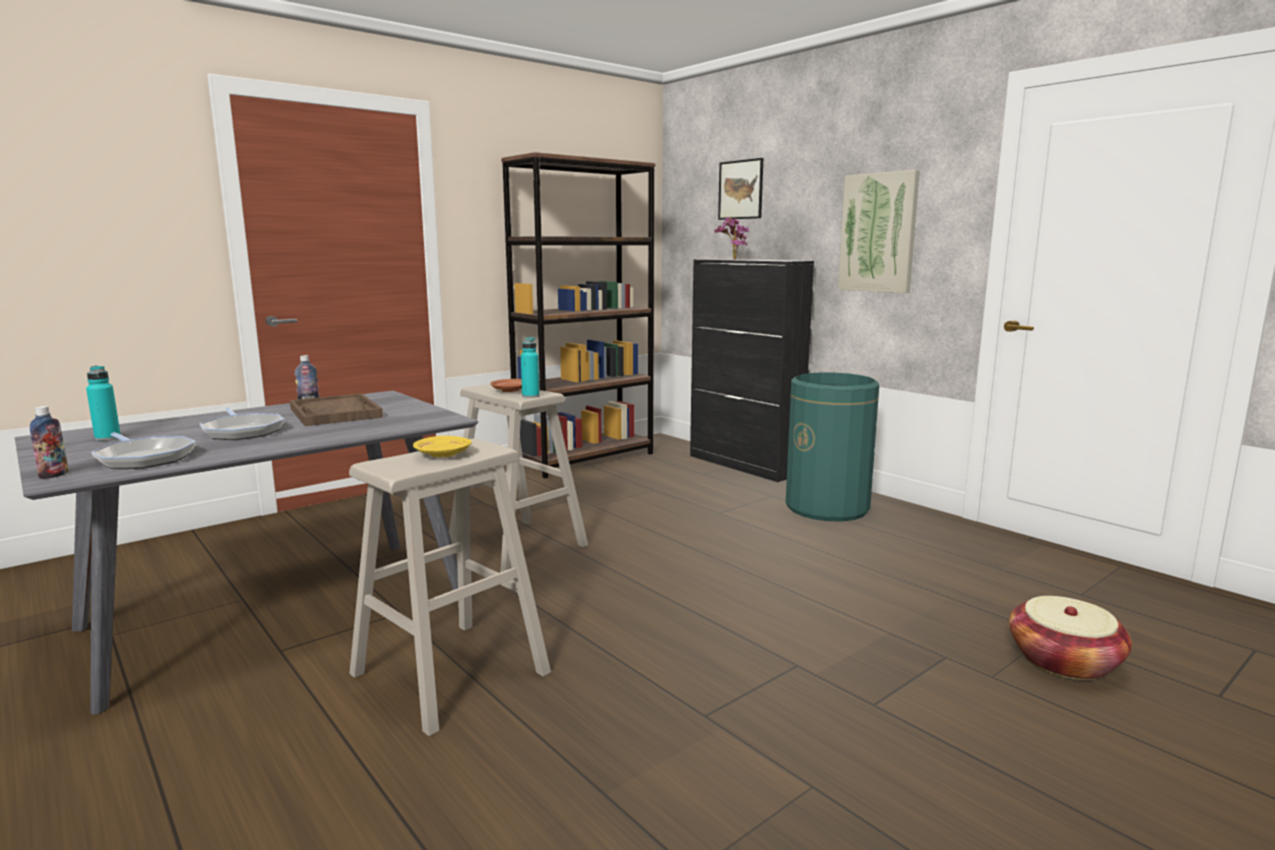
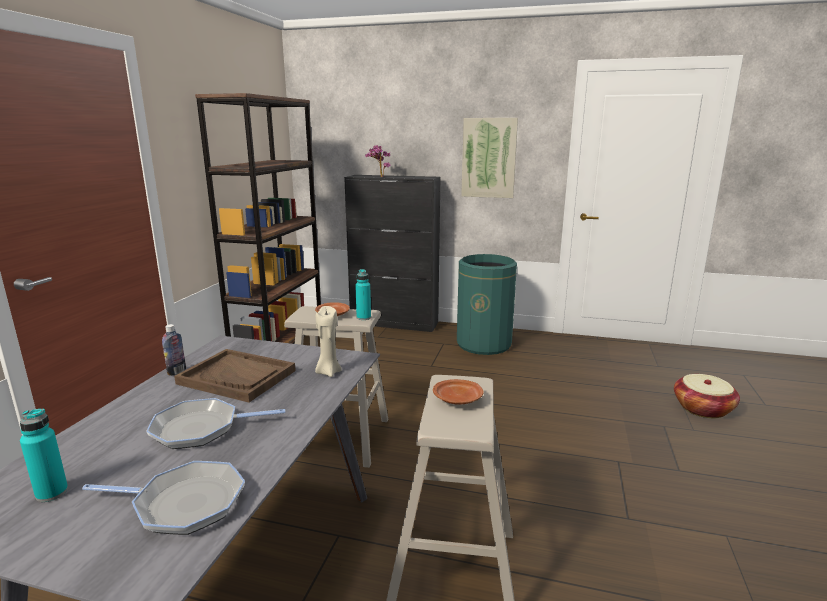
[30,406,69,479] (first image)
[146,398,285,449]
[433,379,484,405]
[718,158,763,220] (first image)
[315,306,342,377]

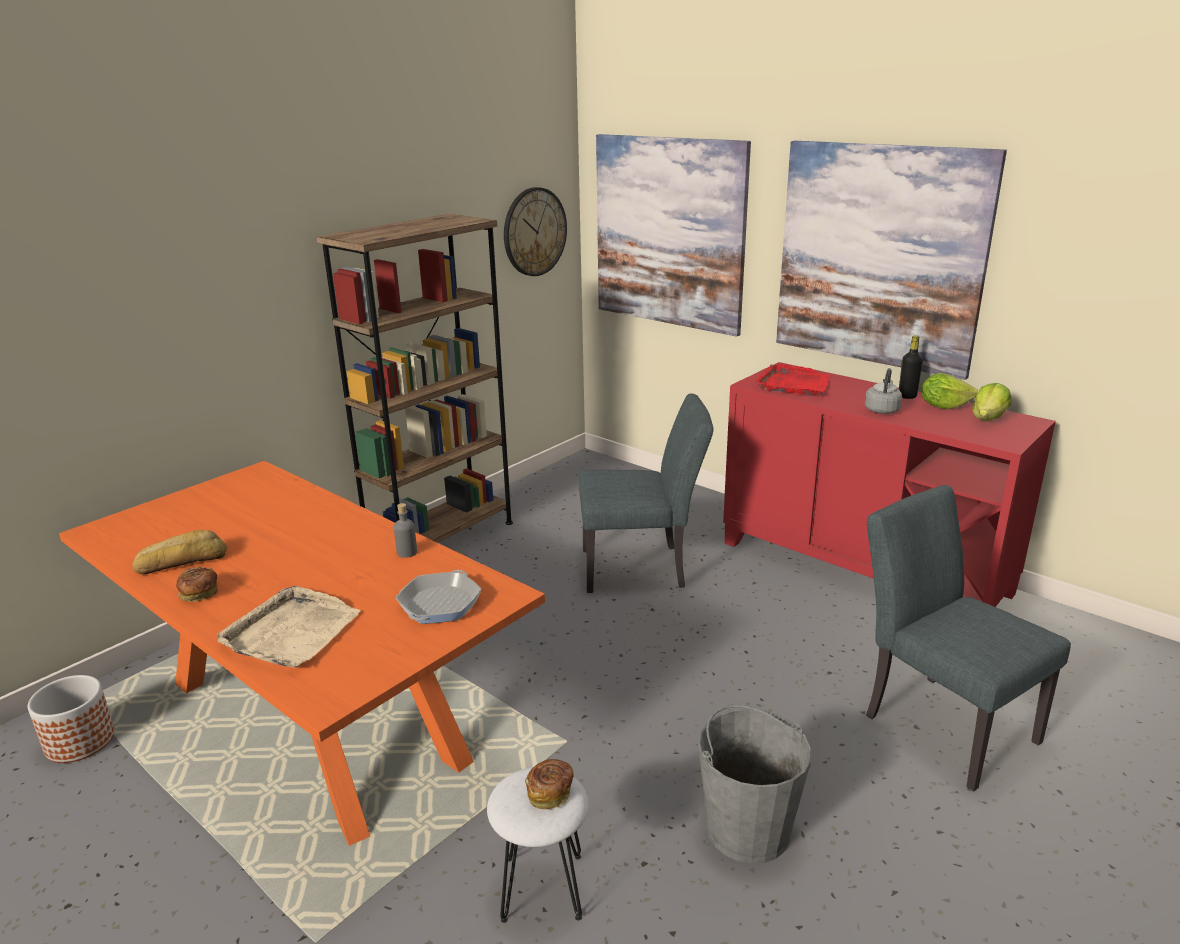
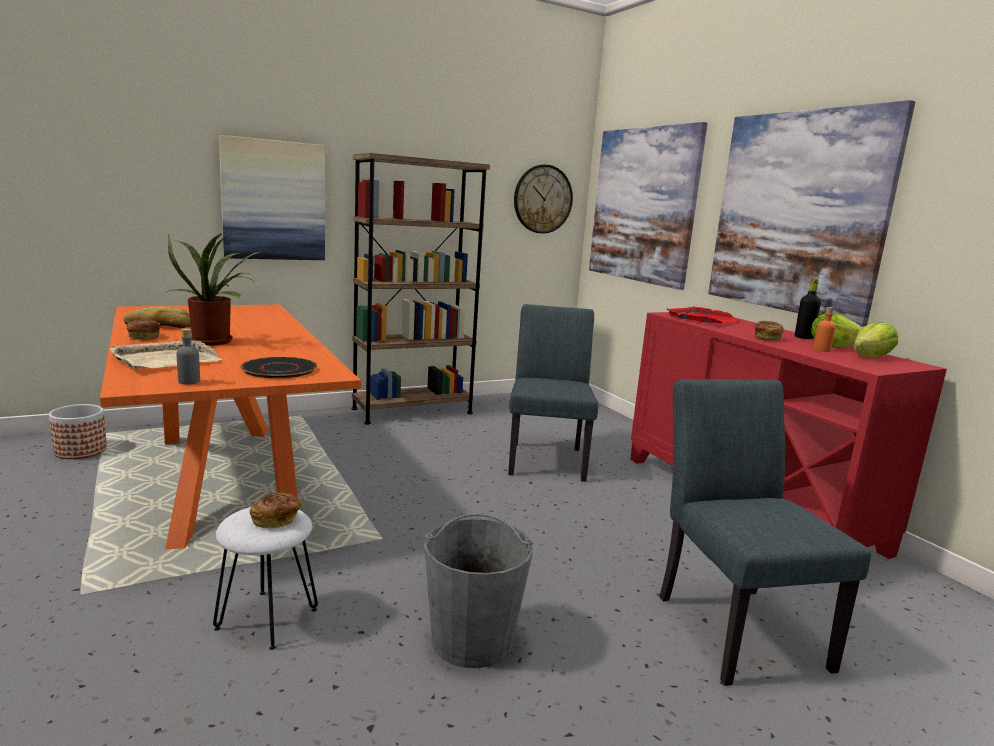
[176,328,200,385]
[240,357,317,378]
[508,304,598,482]
[755,321,784,341]
[166,233,260,346]
[219,135,325,260]
[813,307,835,352]

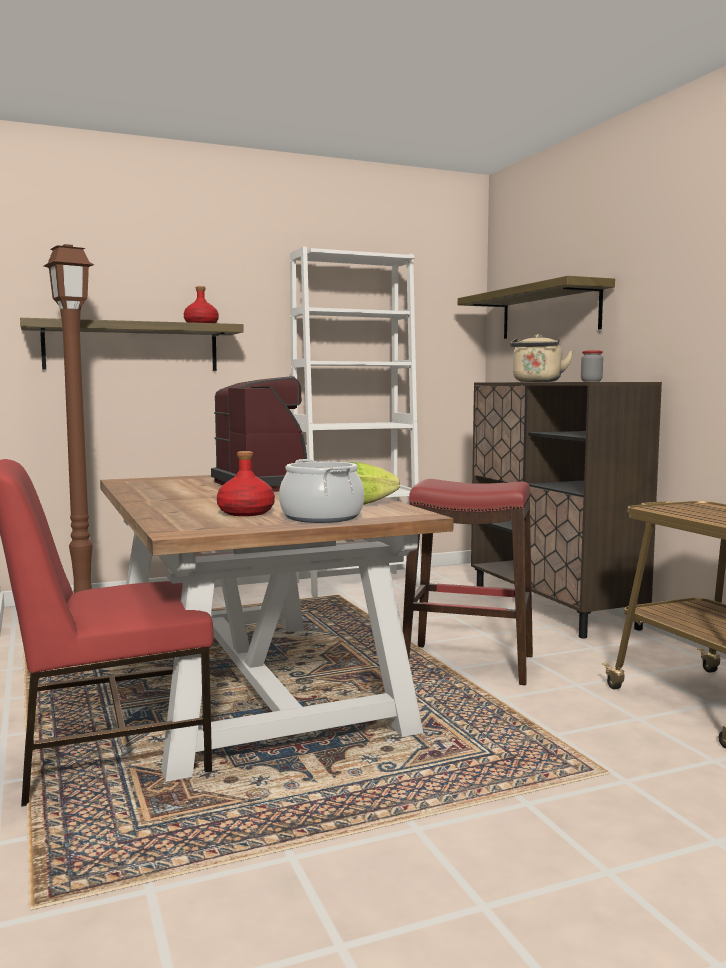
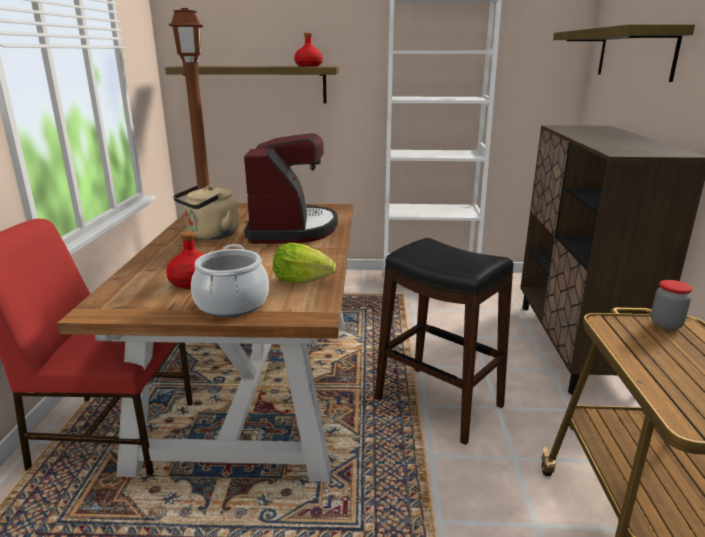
[375,238,514,445]
[173,185,239,240]
[651,280,692,330]

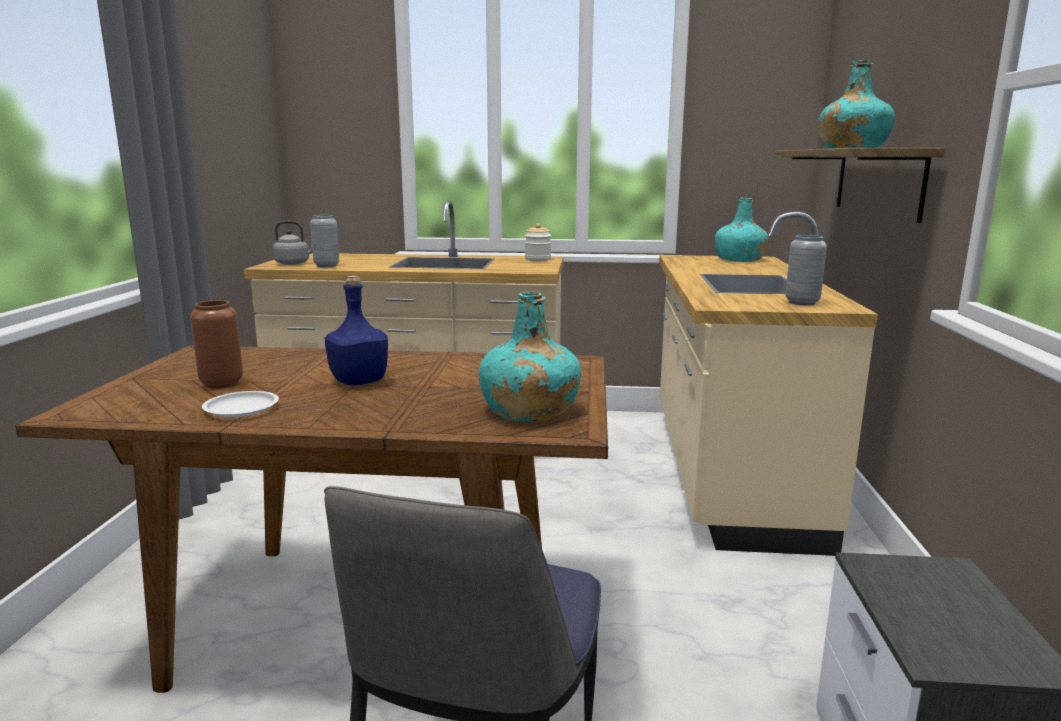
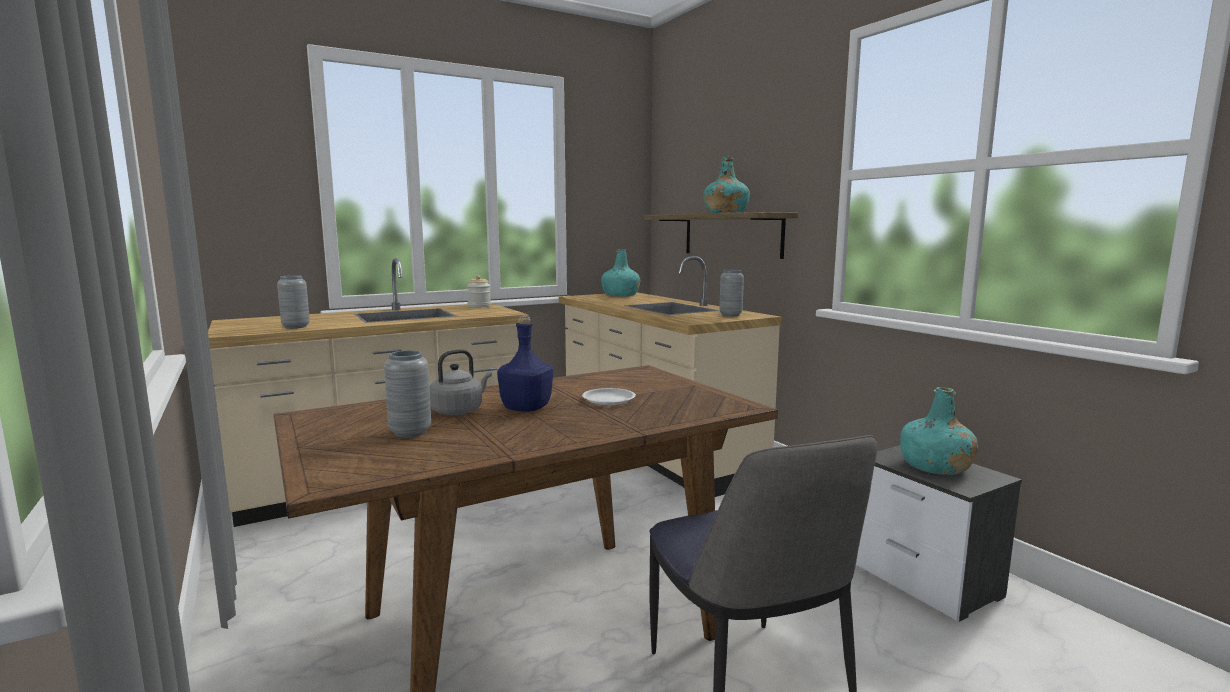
[384,350,431,438]
[582,388,636,405]
[429,349,492,415]
[900,387,978,475]

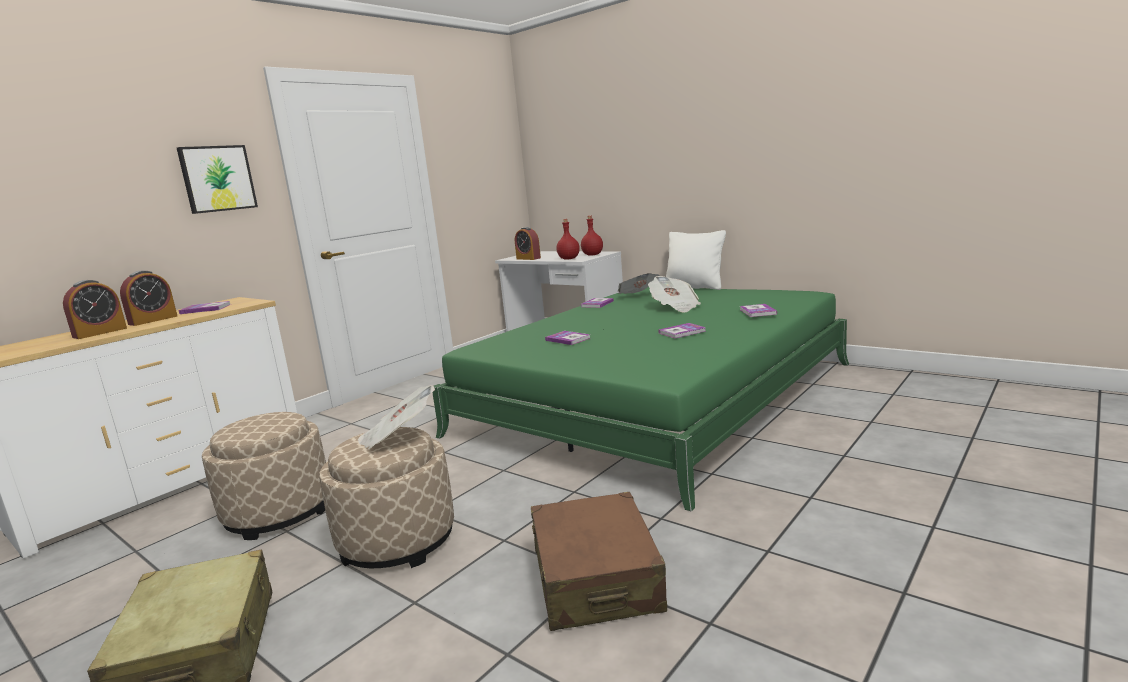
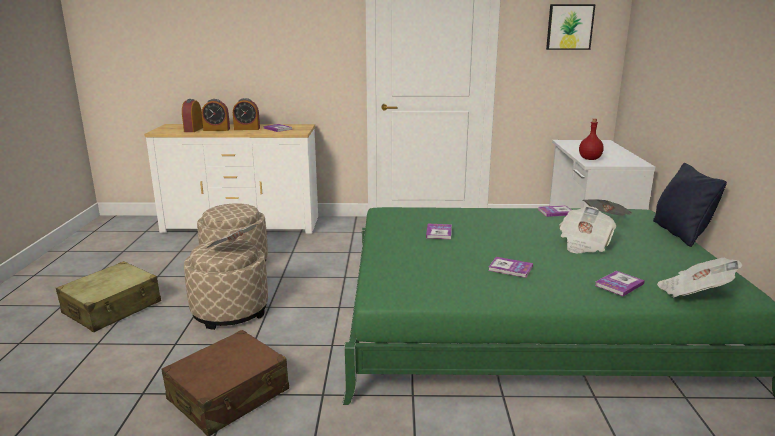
[546,4,596,50]
[182,99,203,132]
[581,216,603,256] (first image)
[653,163,727,247]
[657,258,743,297]

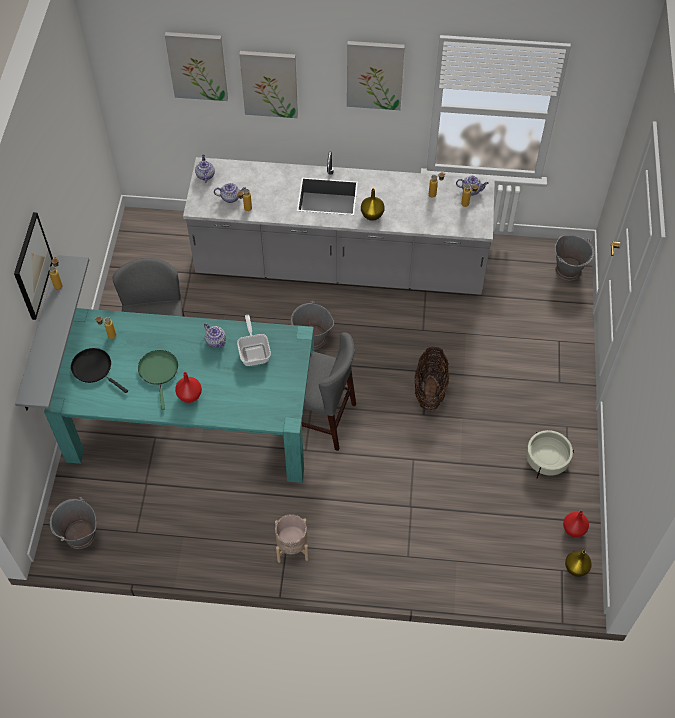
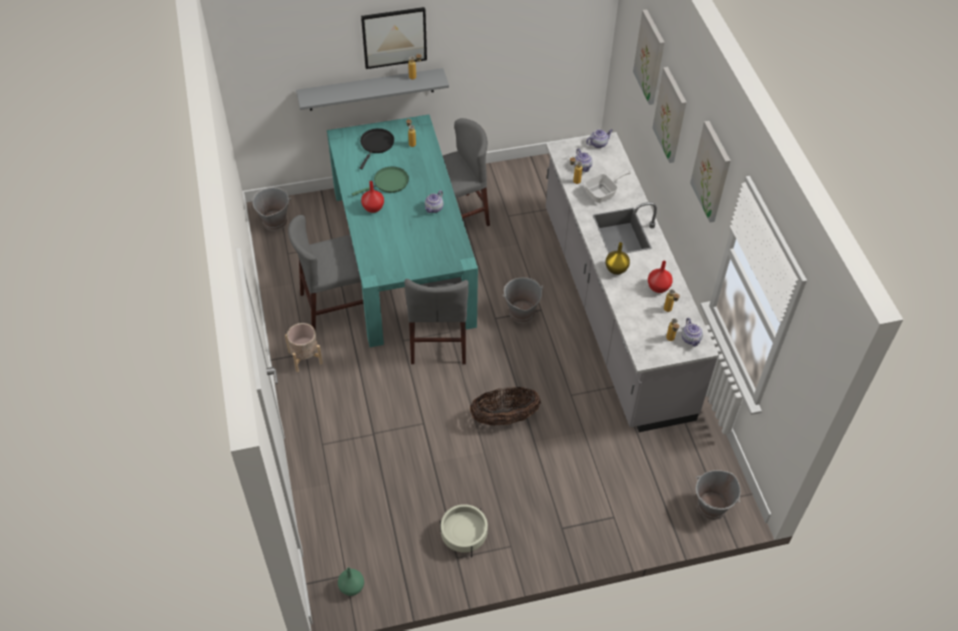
[584,170,631,203]
[648,261,673,293]
[338,567,364,596]
[288,215,363,332]

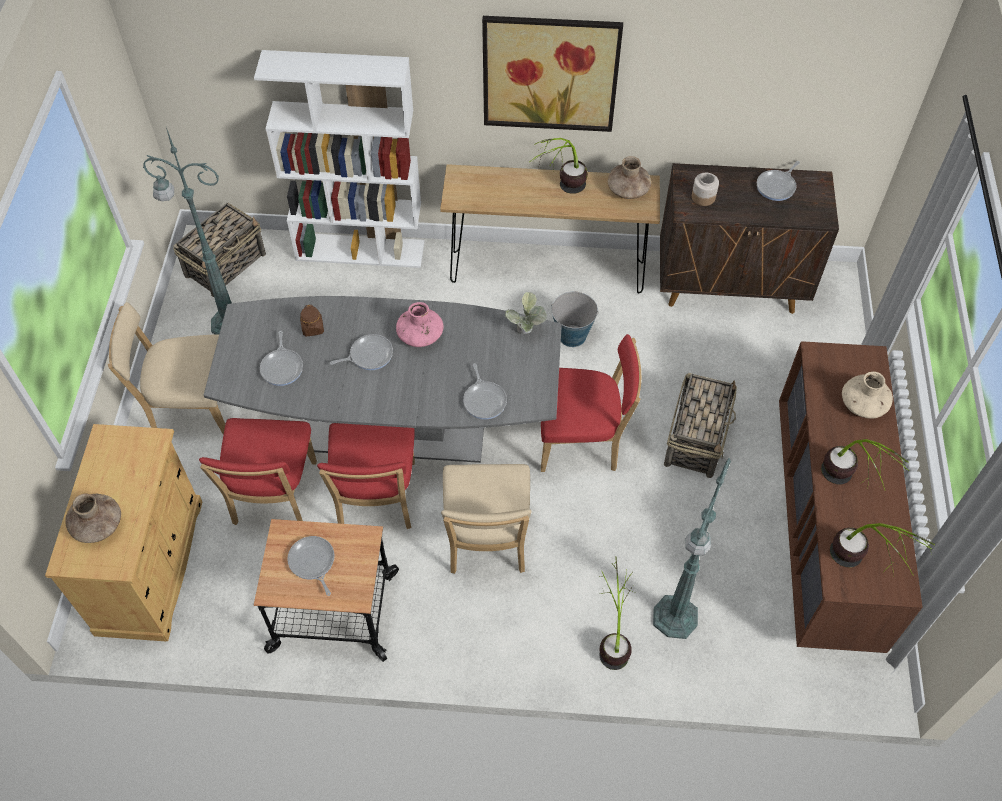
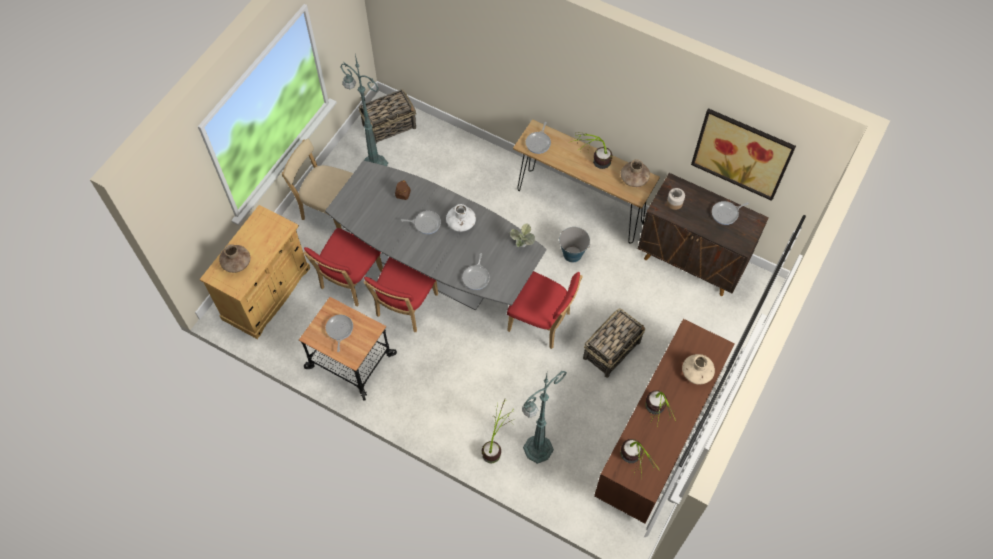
[254,50,424,268] (first image)
[526,122,551,154]
[446,204,476,232]
[441,464,532,574] (first image)
[691,108,796,201]

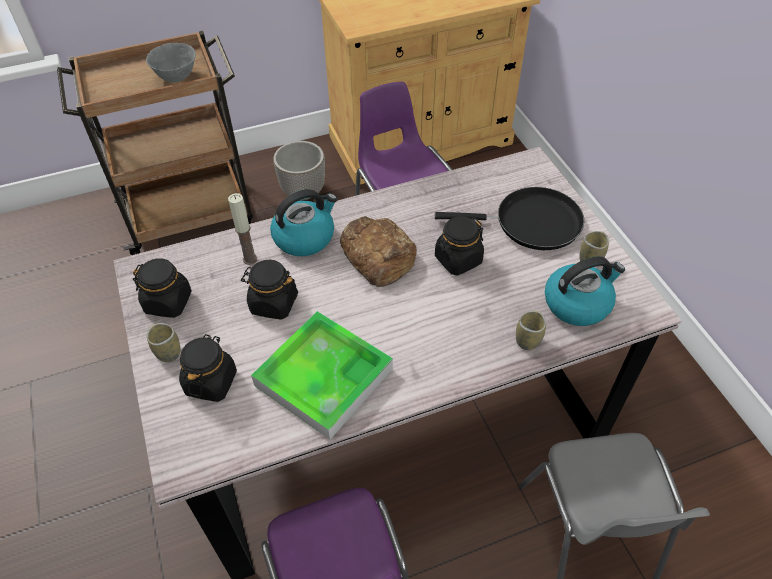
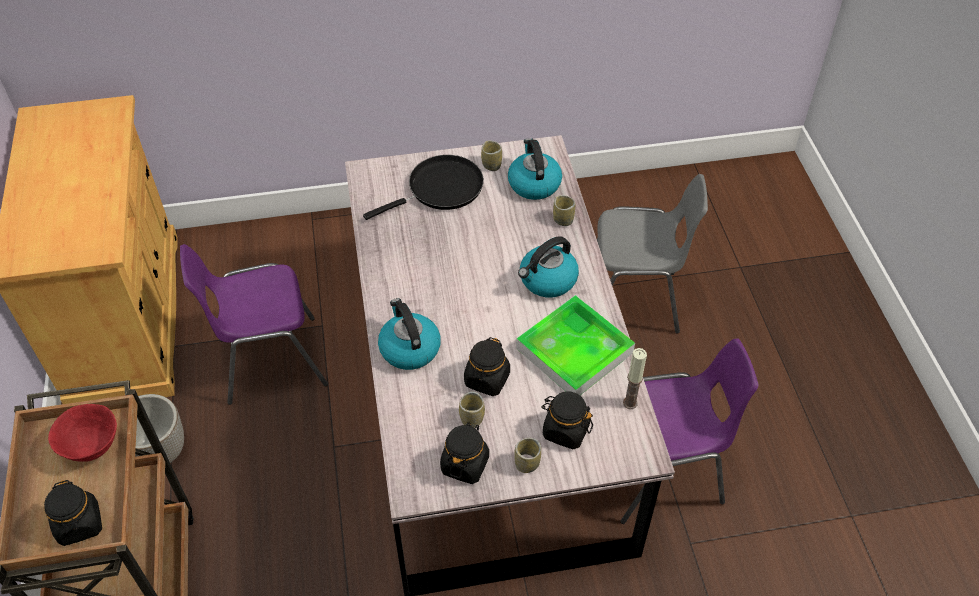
[48,404,117,462]
[623,348,647,409]
[340,216,417,287] (first image)
[363,155,484,220]
[44,480,102,546]
[459,391,485,428]
[518,236,579,297]

